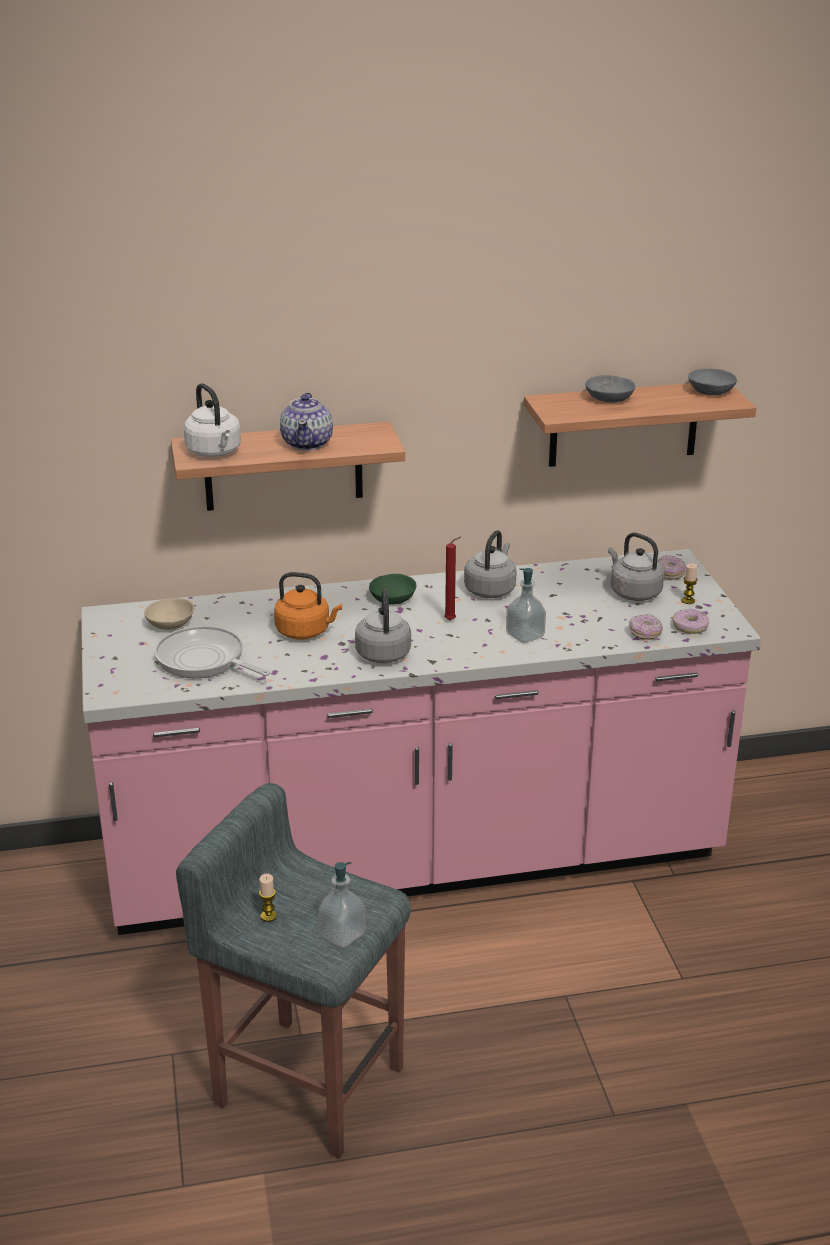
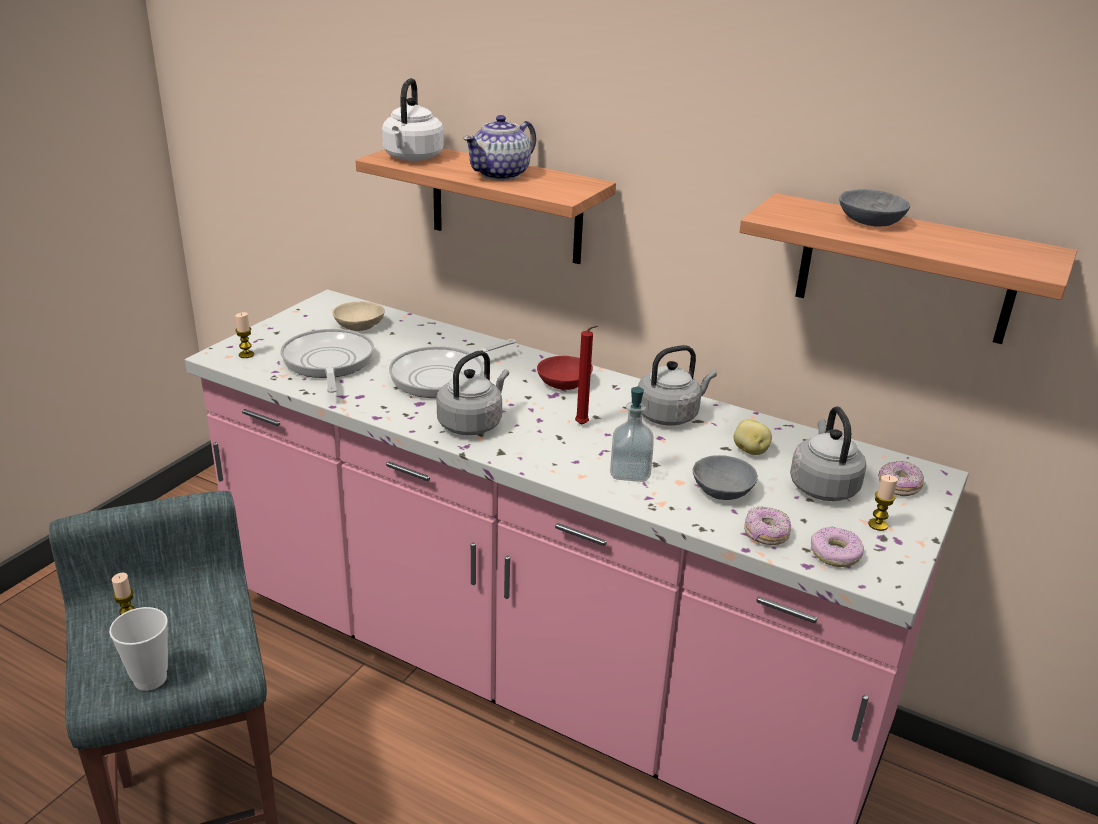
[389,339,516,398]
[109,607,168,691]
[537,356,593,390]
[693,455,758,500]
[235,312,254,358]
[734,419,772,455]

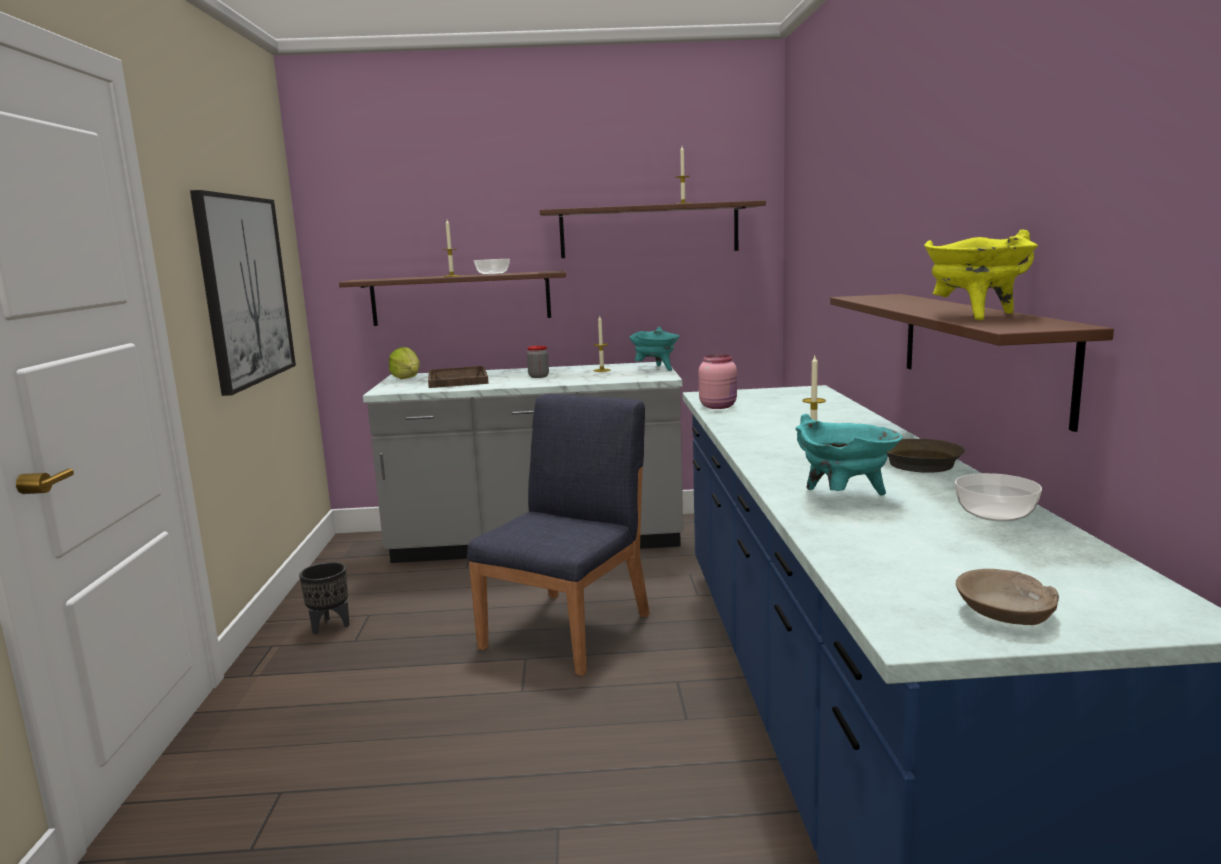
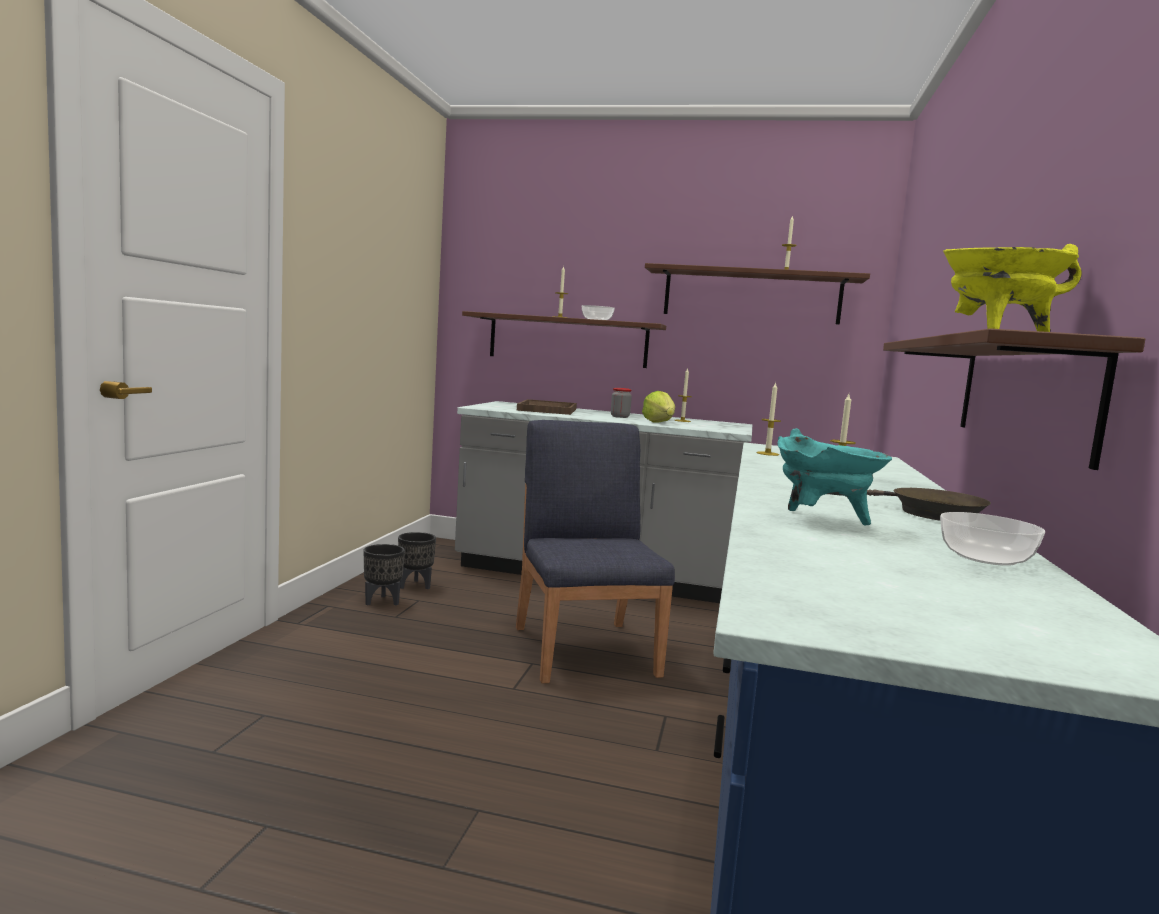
[190,190,296,396] (first image)
[642,391,675,422]
[516,420,675,683]
[629,327,680,371] (first image)
[756,382,781,456]
[956,569,1059,625] (first image)
[398,532,436,589]

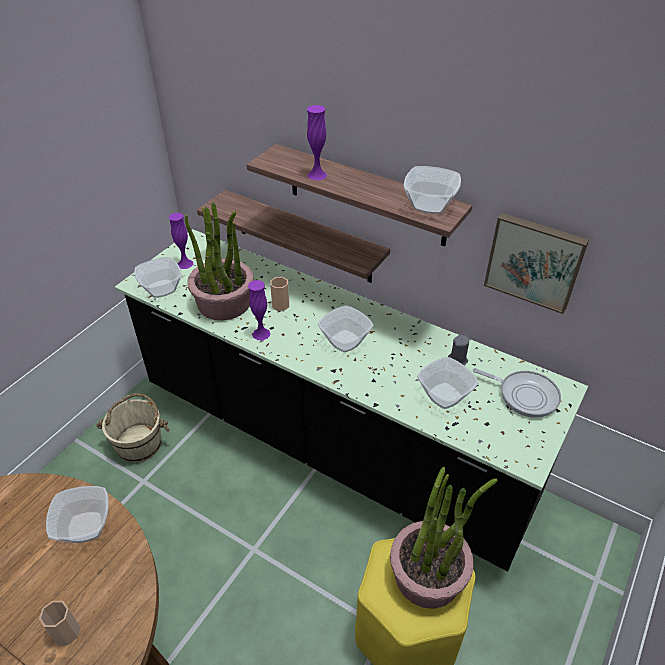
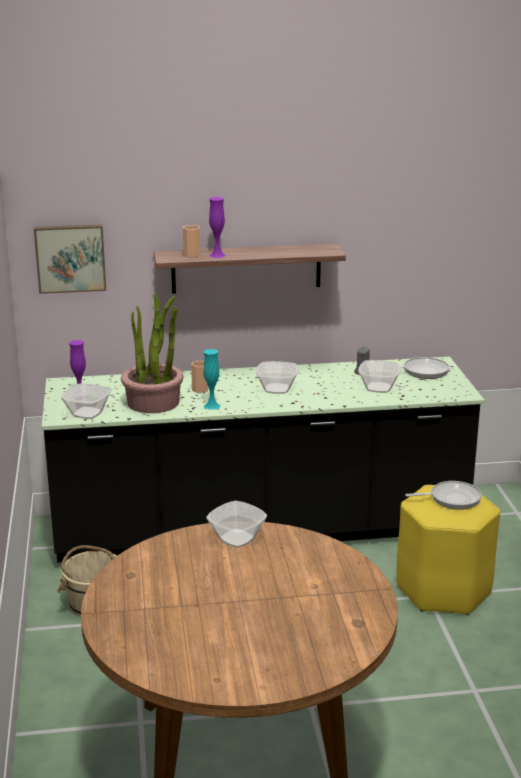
[183,225,201,257]
[197,190,390,283] (first image)
[204,349,220,410]
[405,481,482,510]
[404,166,461,214] (first image)
[34,224,106,294]

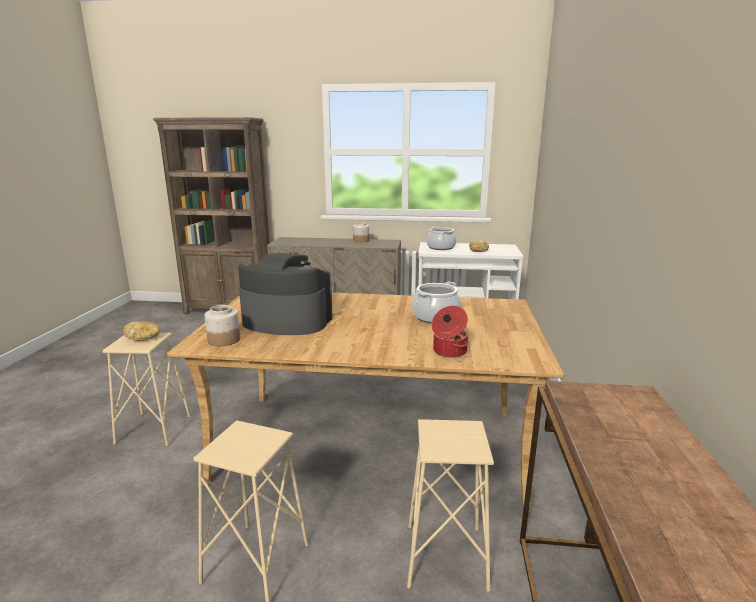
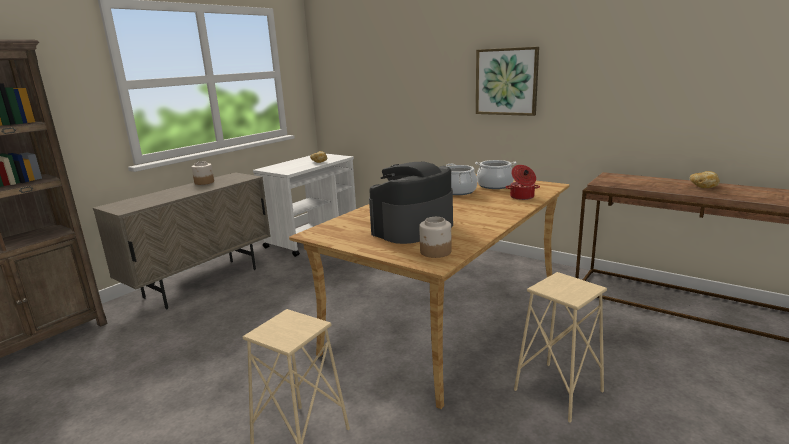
[690,171,720,188]
[407,419,494,592] (first image)
[475,160,517,189]
[476,47,539,116]

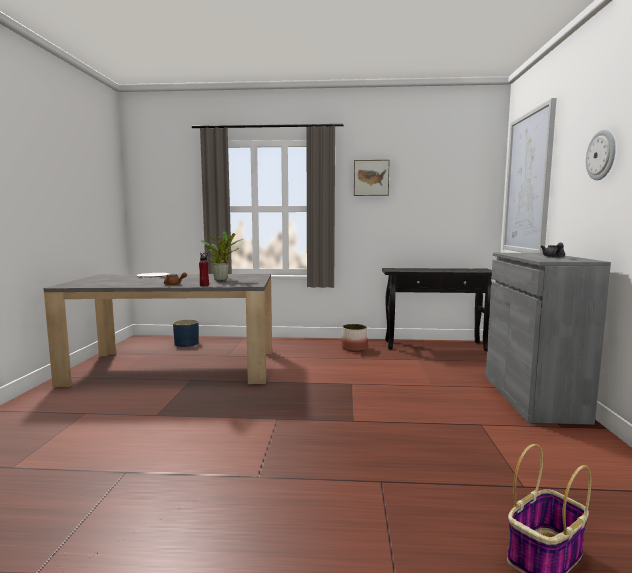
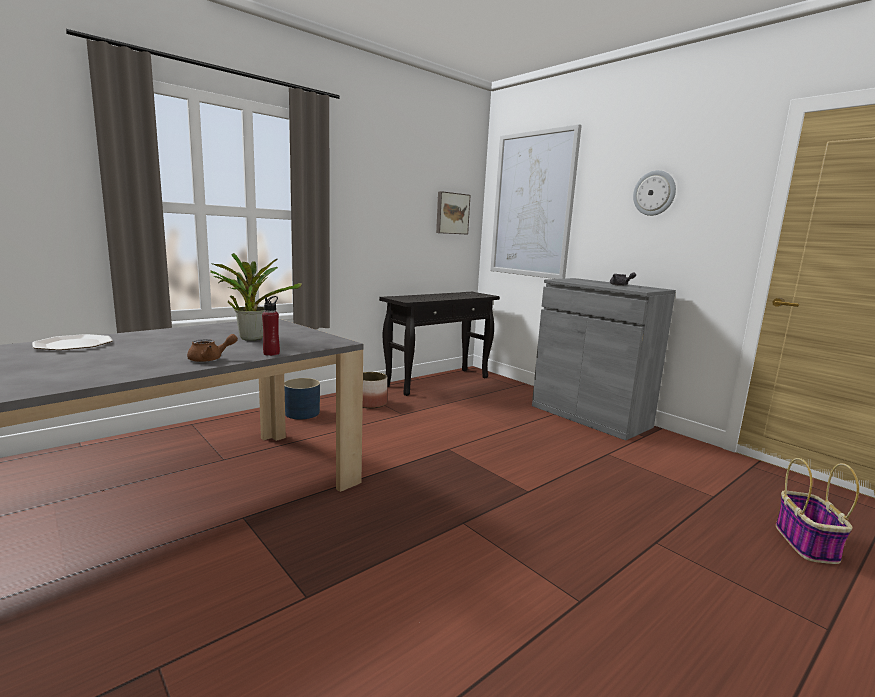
[284,378,320,419]
[436,191,471,235]

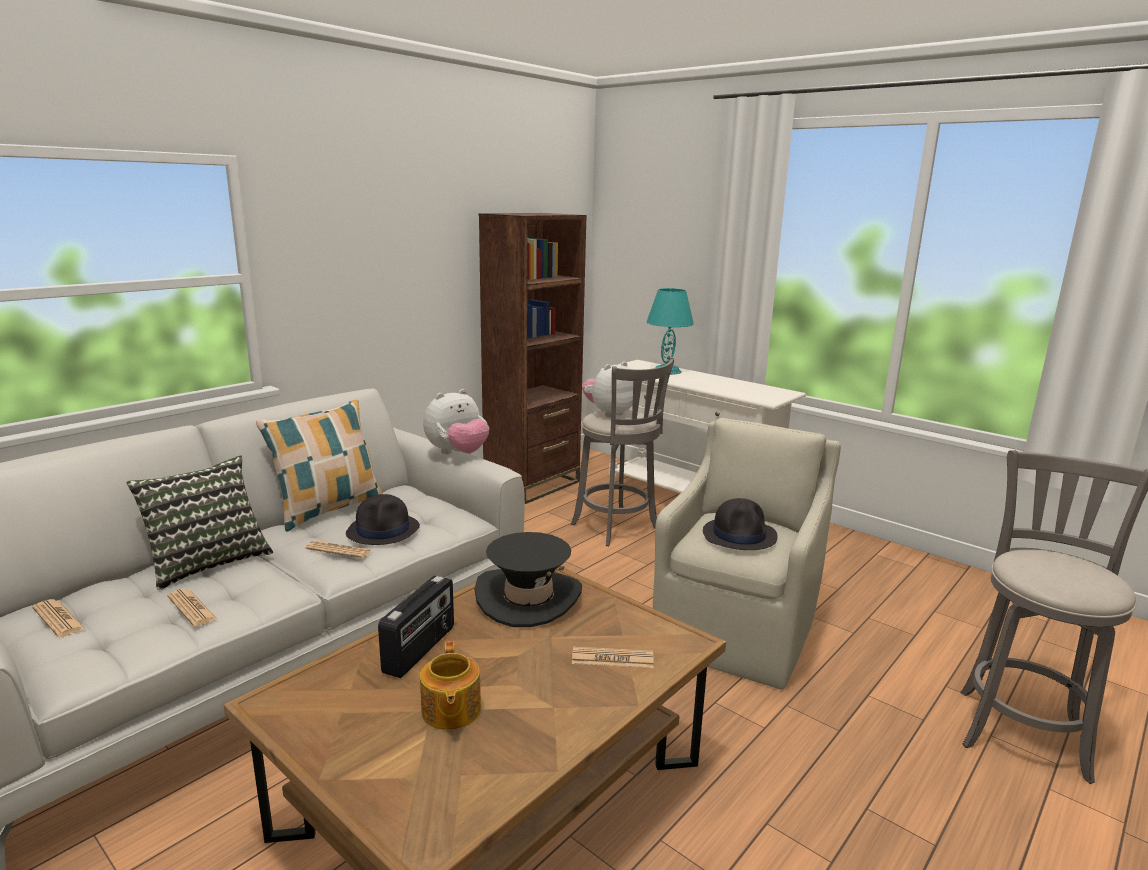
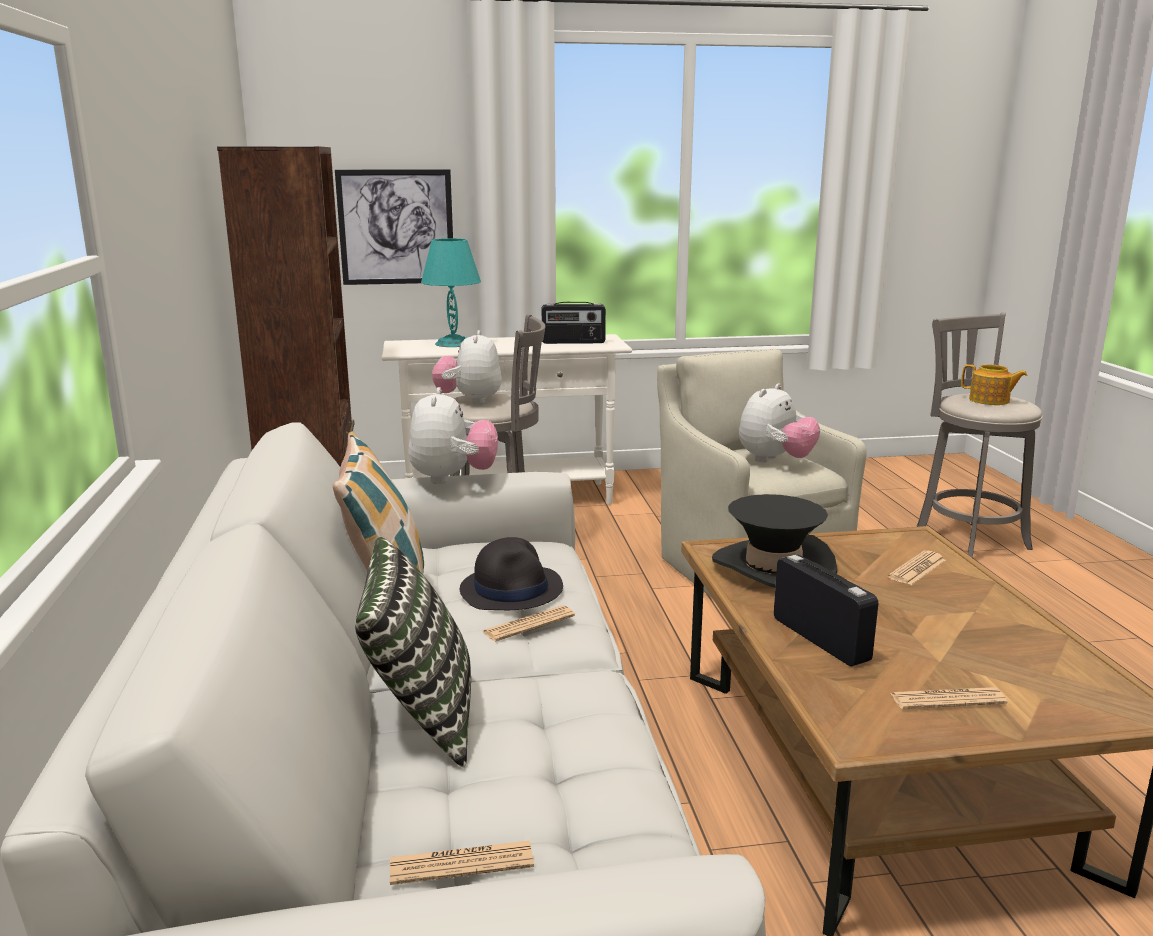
[890,687,1007,709]
[961,364,1027,405]
[739,383,820,462]
[335,169,453,285]
[542,302,606,344]

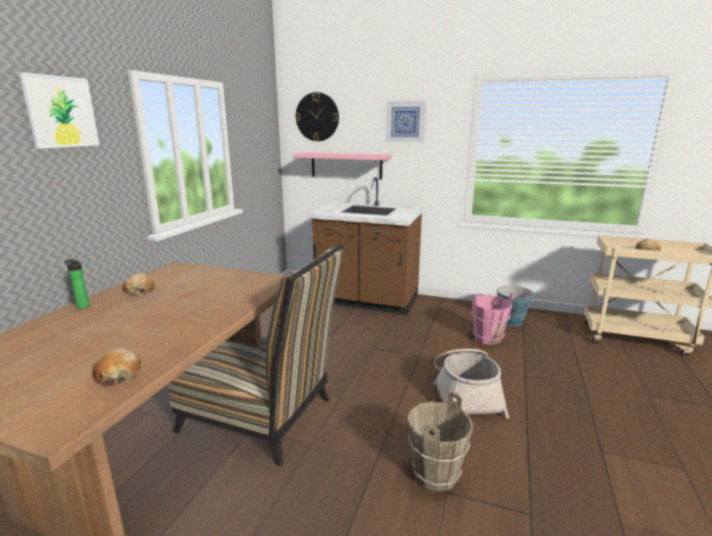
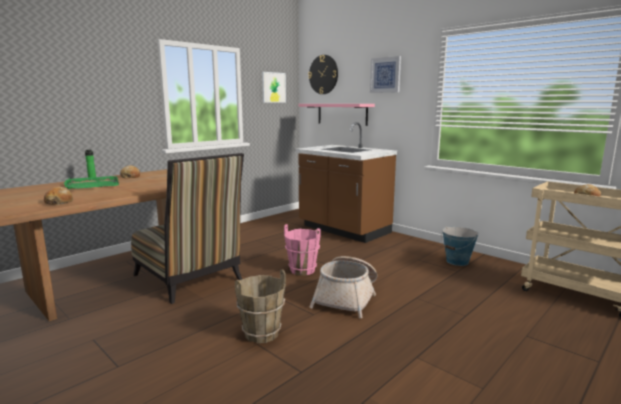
[262,72,286,103]
[284,224,321,276]
[64,176,119,189]

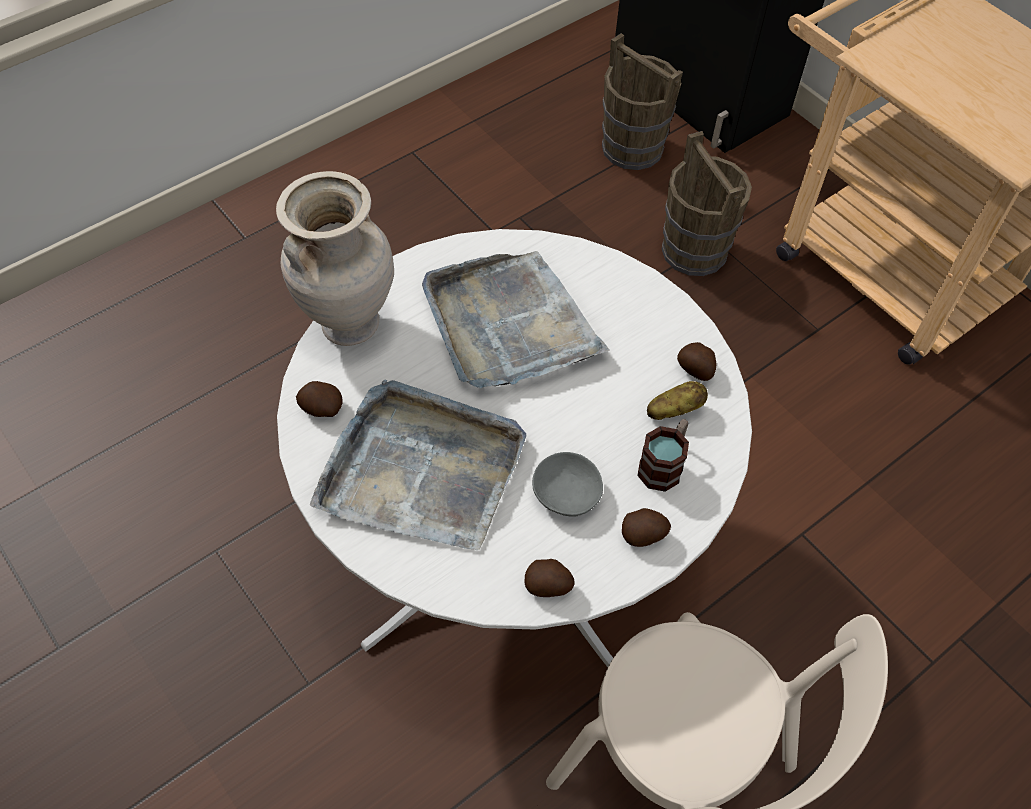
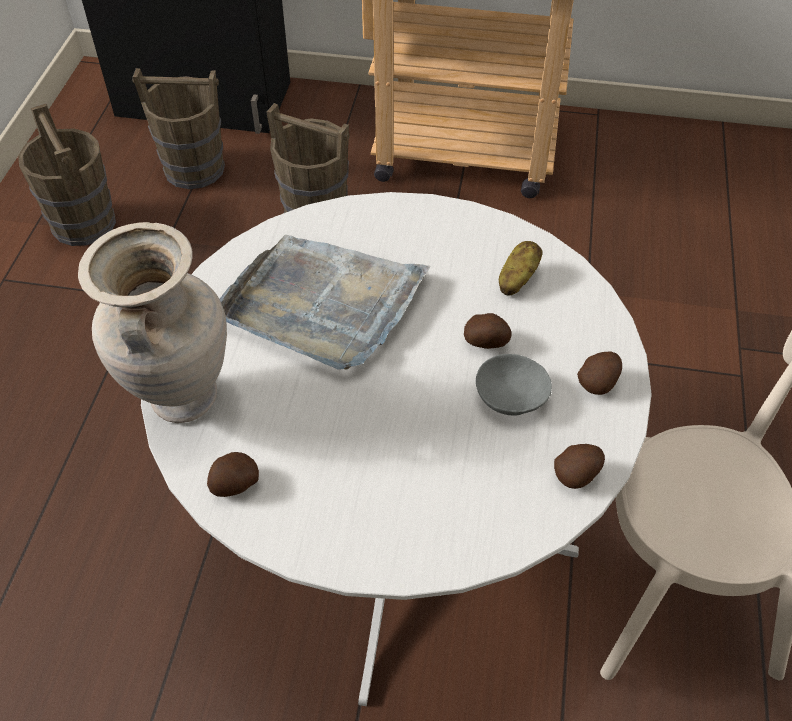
[310,380,527,550] (first image)
[637,419,689,492] (first image)
[464,313,512,349]
[18,103,116,246]

